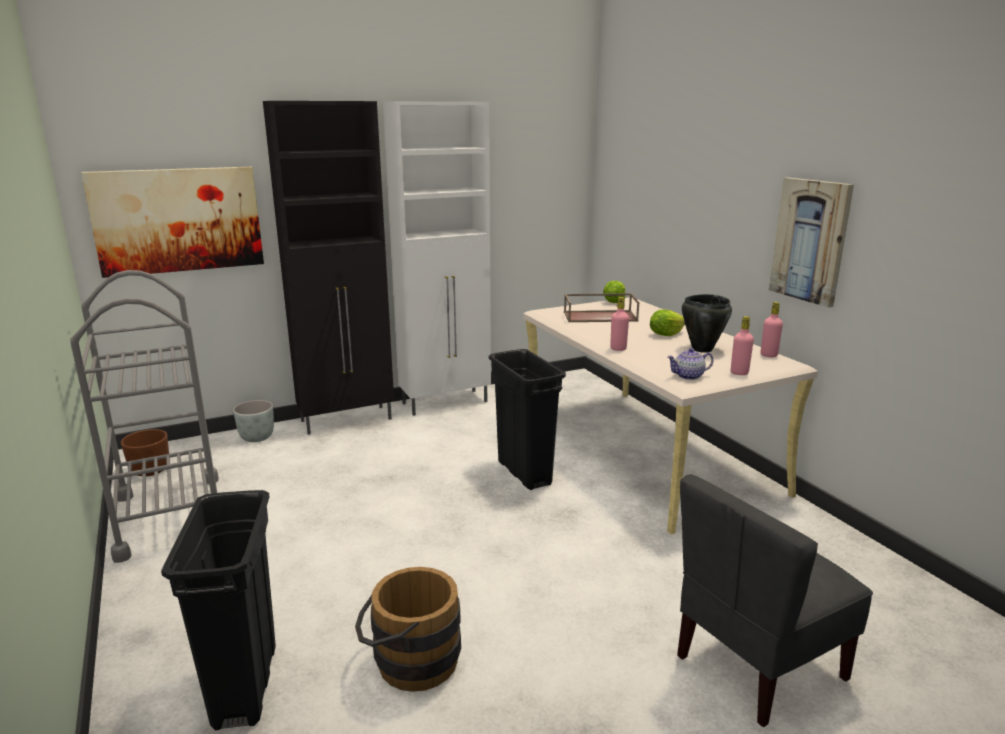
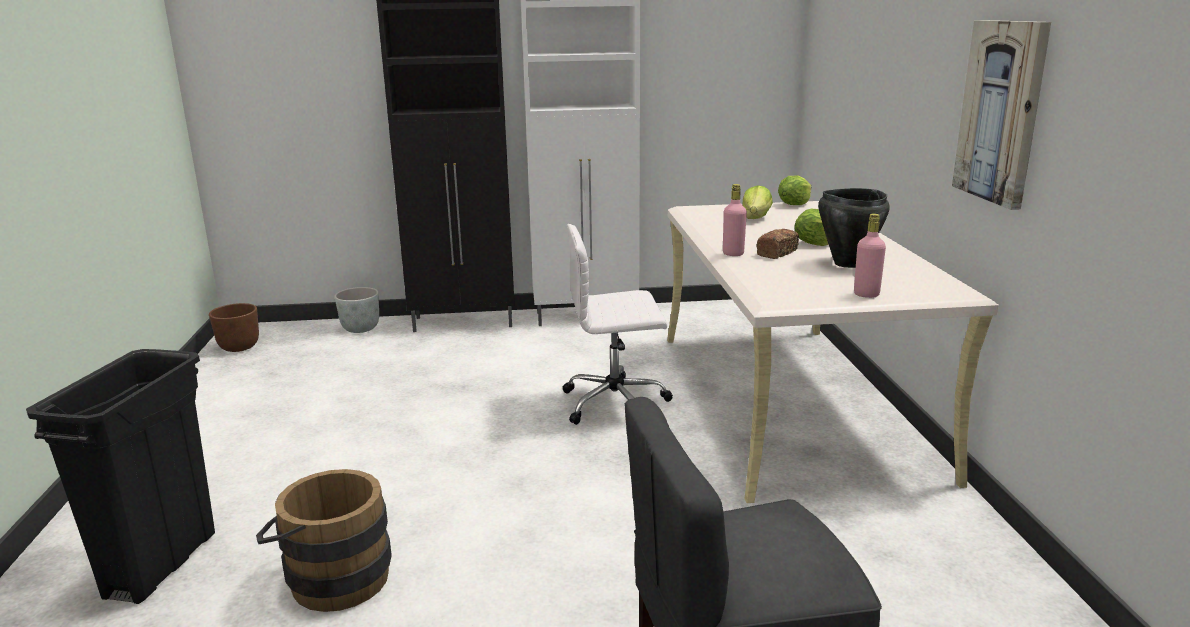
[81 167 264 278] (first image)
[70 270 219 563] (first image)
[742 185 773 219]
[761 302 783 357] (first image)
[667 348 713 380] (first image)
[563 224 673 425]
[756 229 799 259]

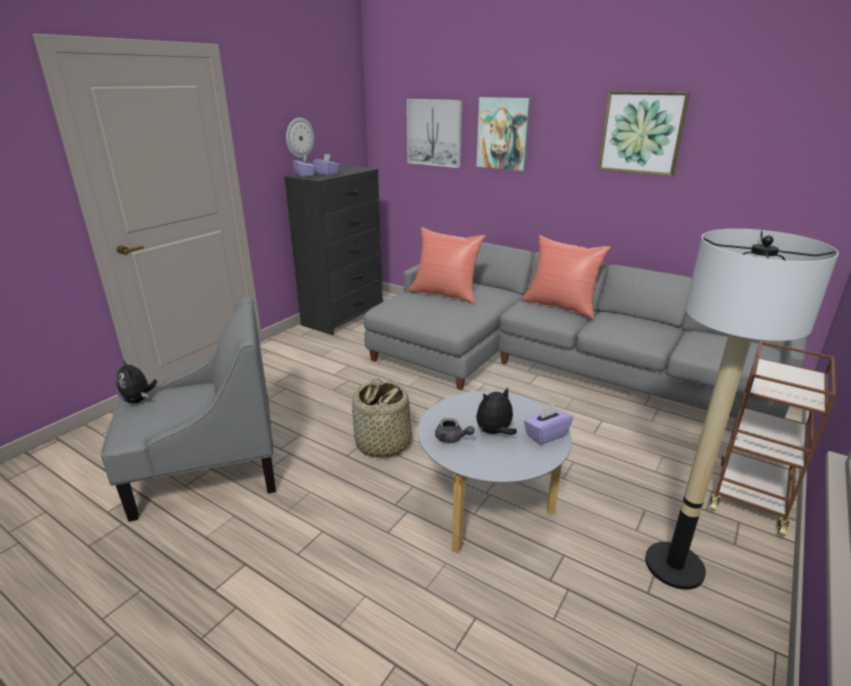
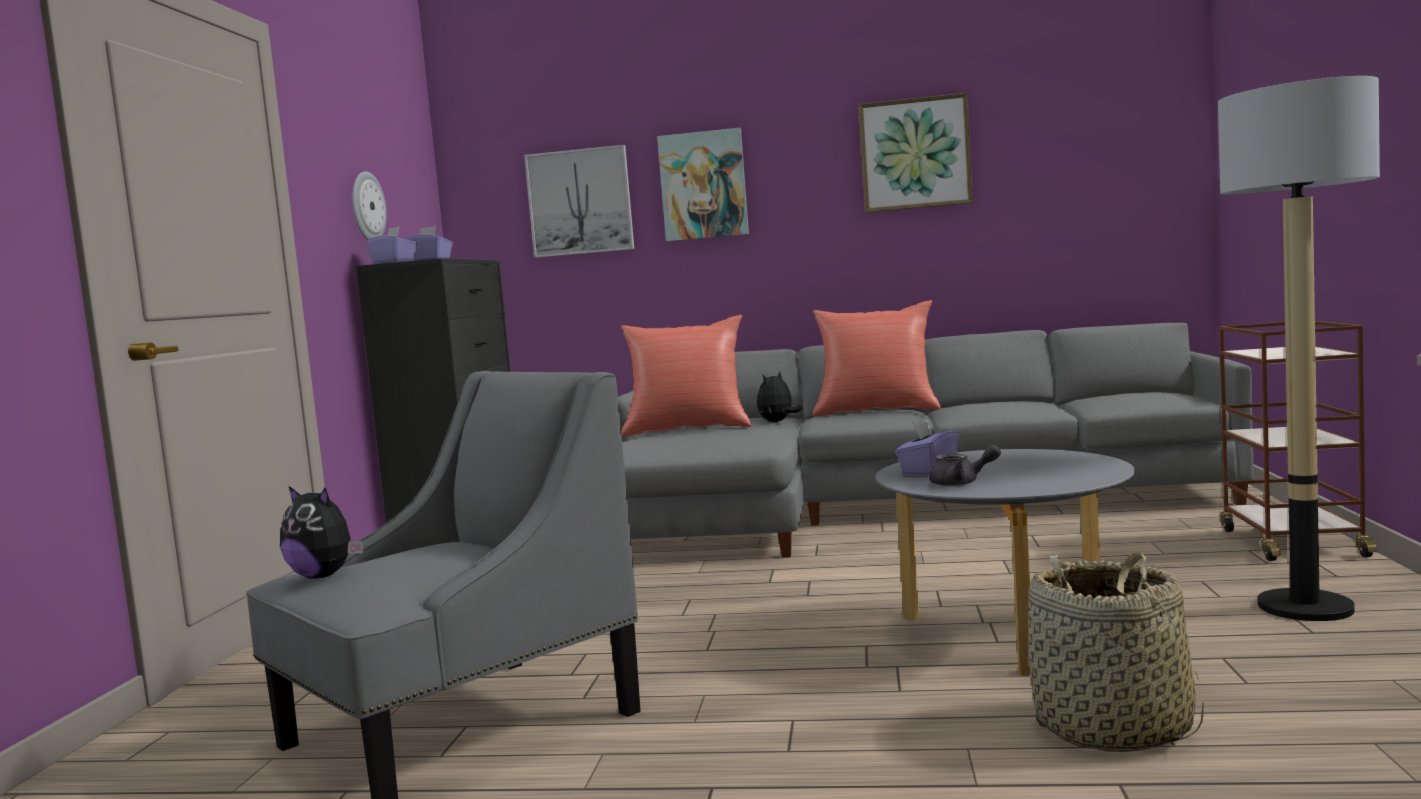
[1028 551 1204 752]
[757 371 803 422]
[895 418 958 476]

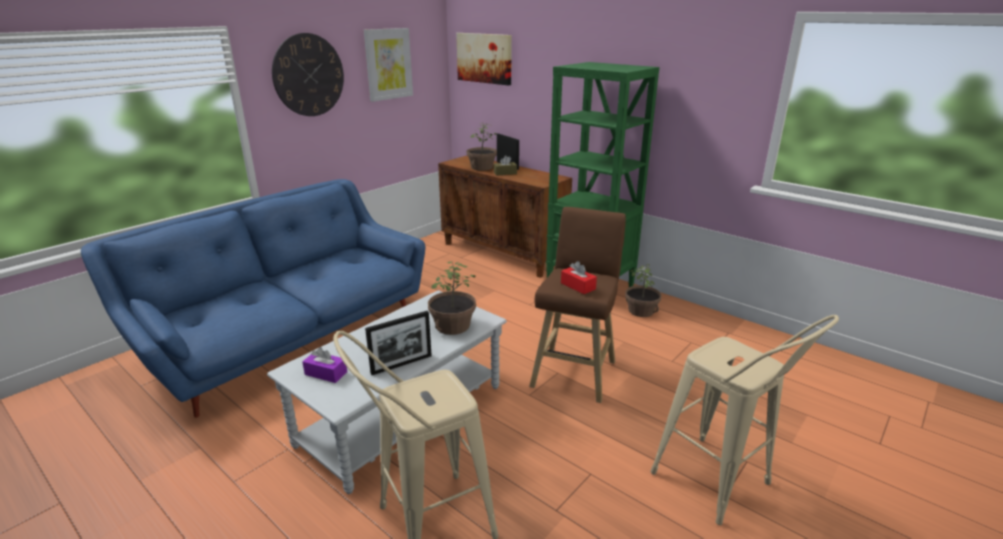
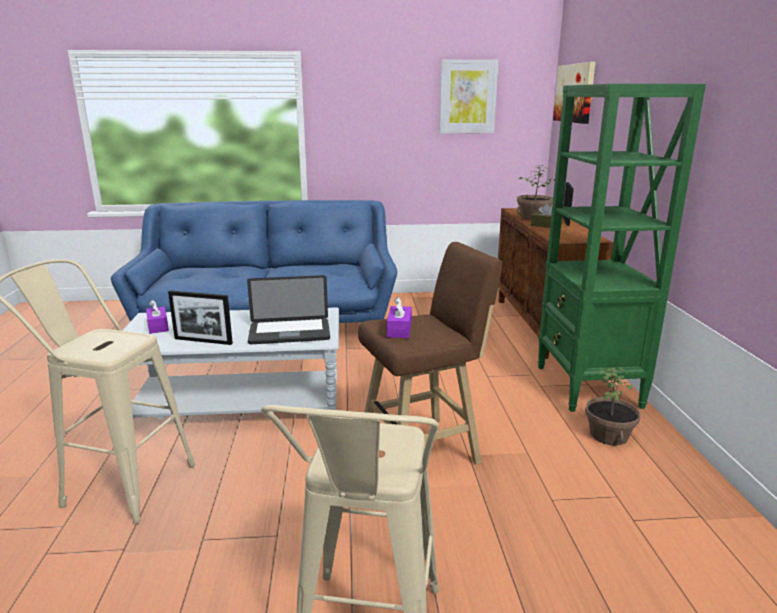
[272 33 344 116] (first image)
[247 275 330 344]
[387 297 412 338]

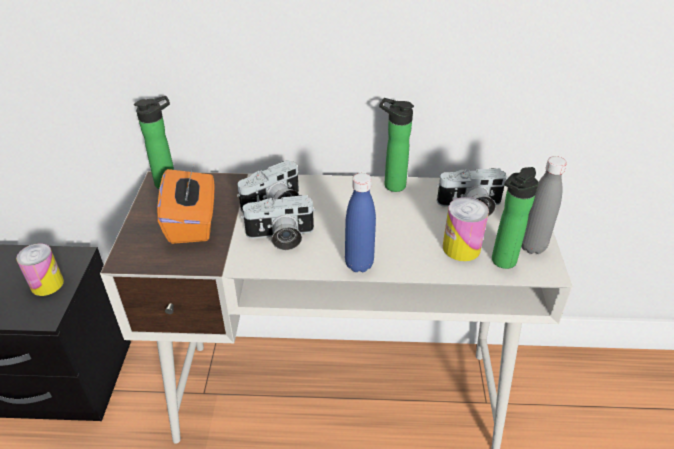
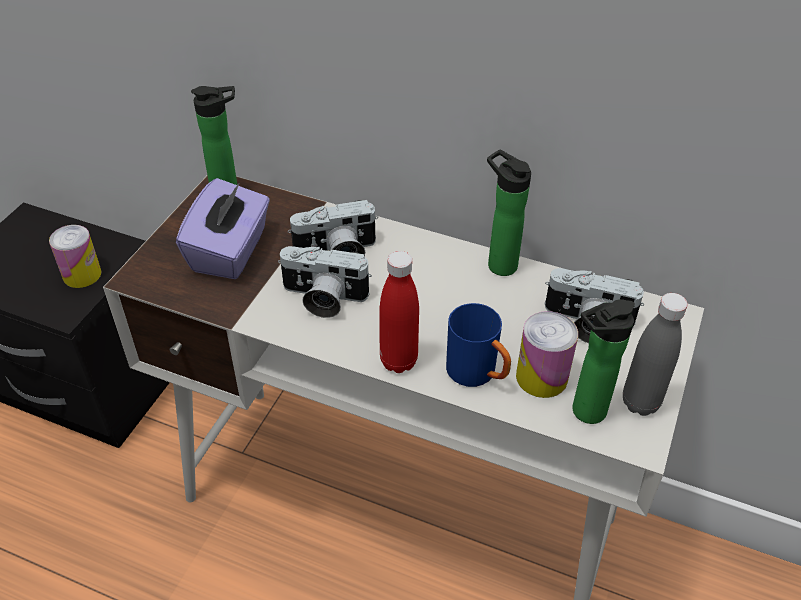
[176 178 270 279]
[379 251 419 373]
[446 303 511 387]

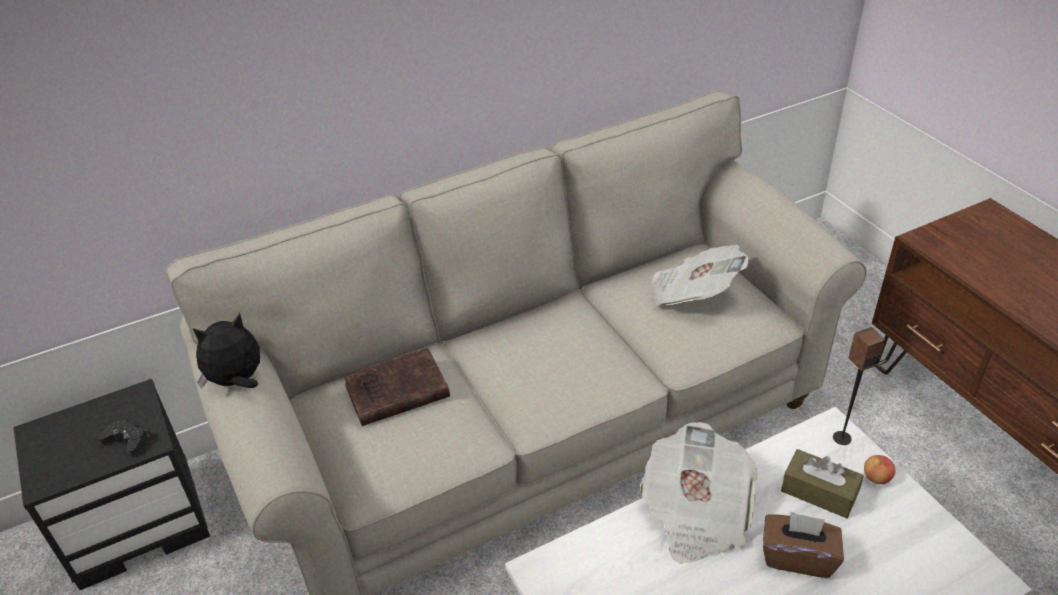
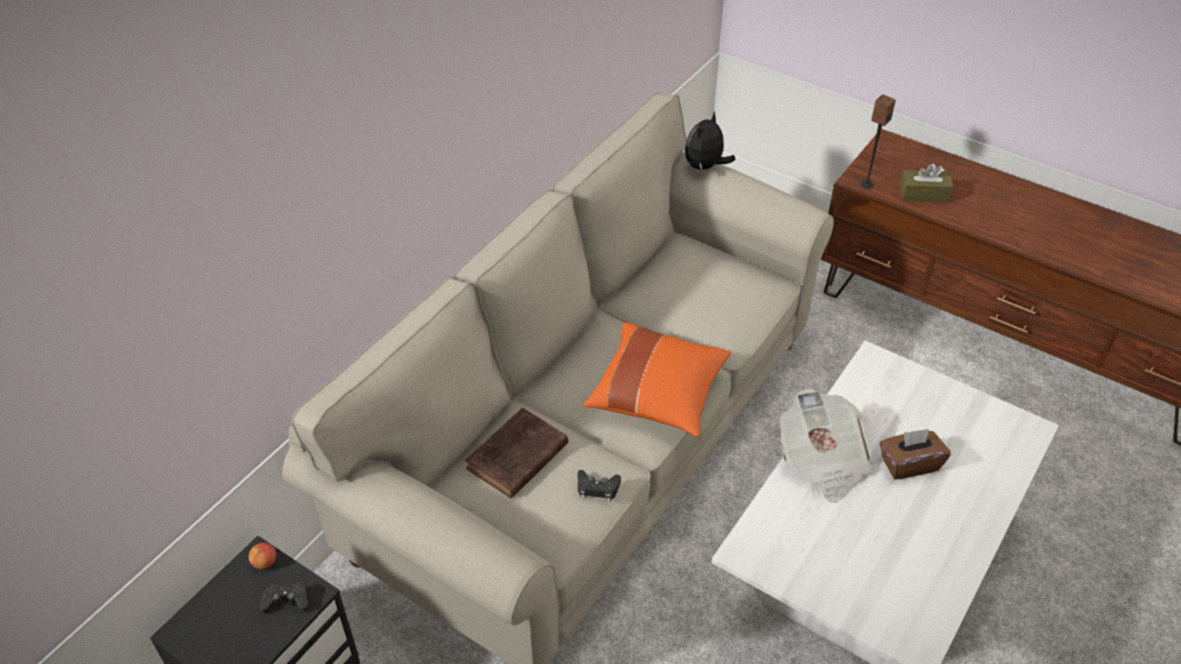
[652 245 749 306] (first image)
[685 111 736 172]
[860 94 896 189]
[899 163 954 203]
[249 543 276 569]
[583 322 731 437]
[578 470 621 502]

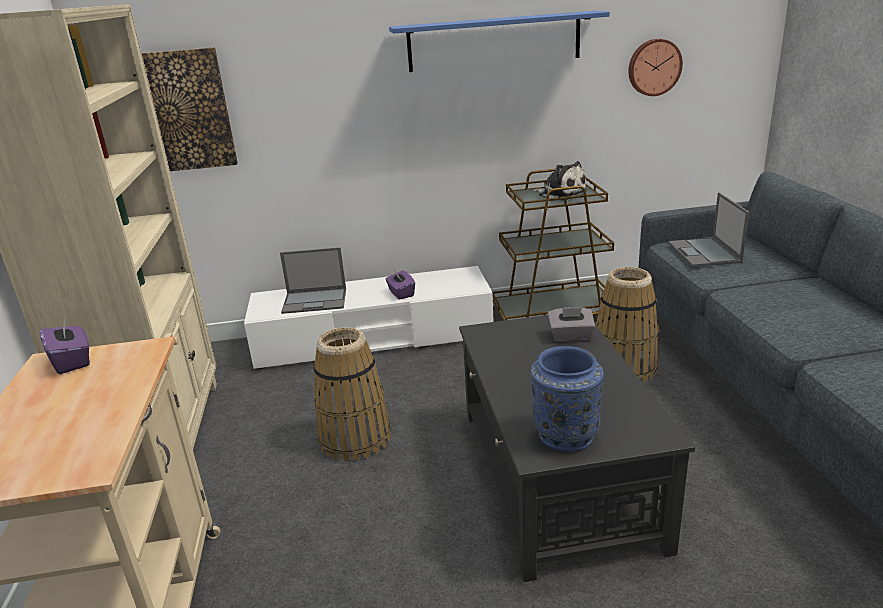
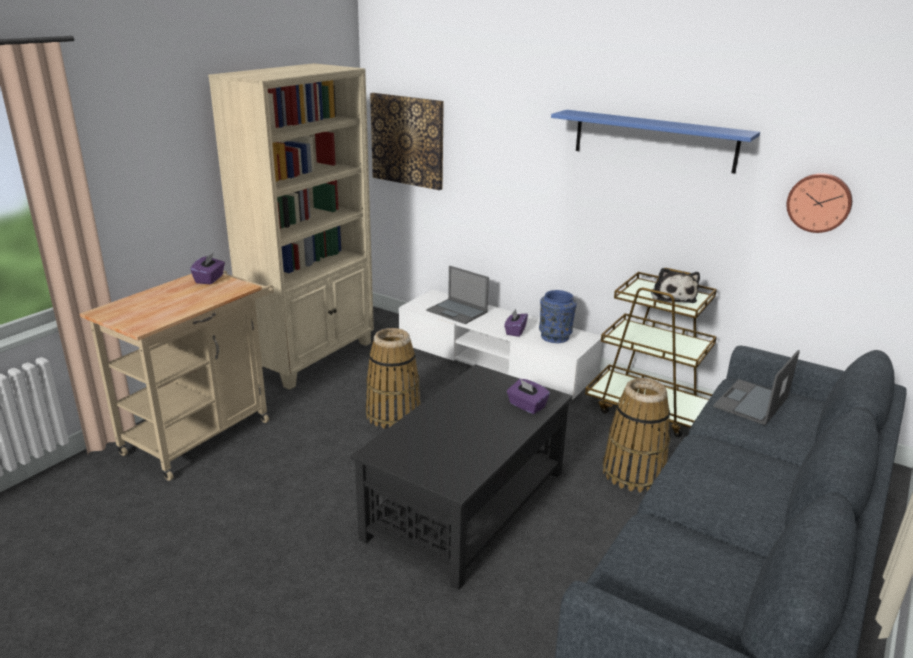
[507 379 550 414]
[539 290 577 343]

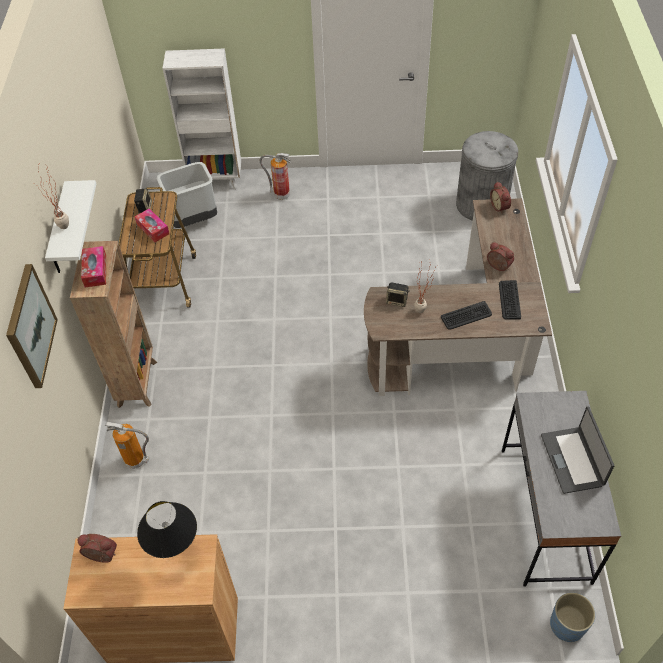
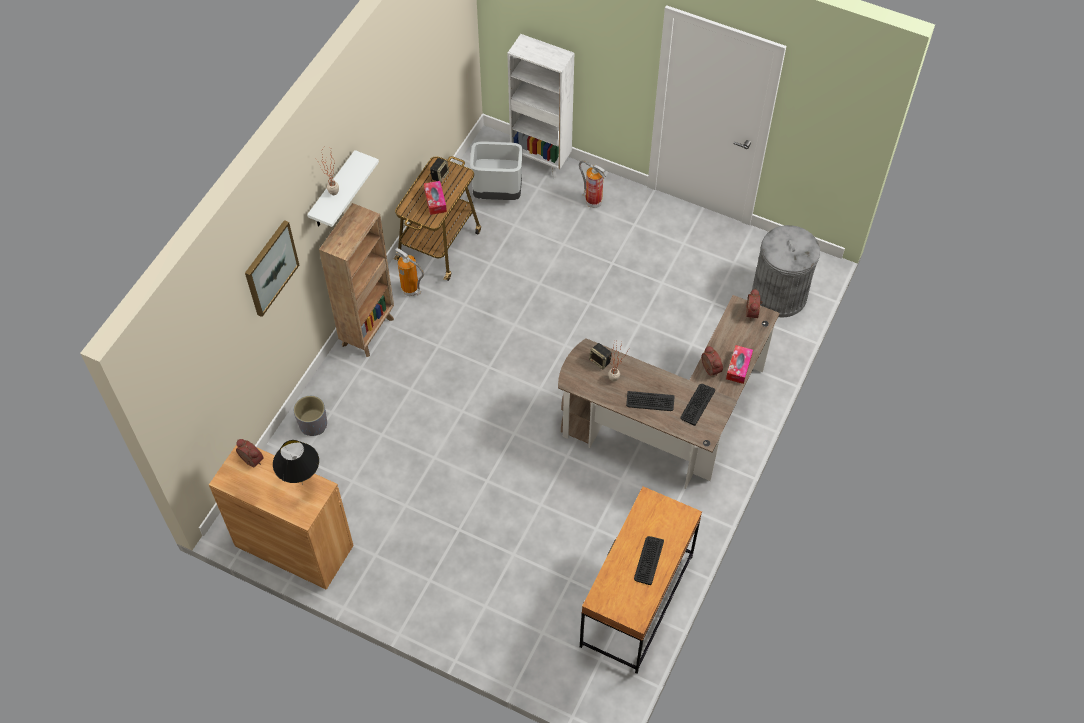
[726 345 753 384]
[580 486 702 674]
[634 536 664 585]
[395 248 424 296]
[550 592 595 642] (first image)
[294 396 327 436]

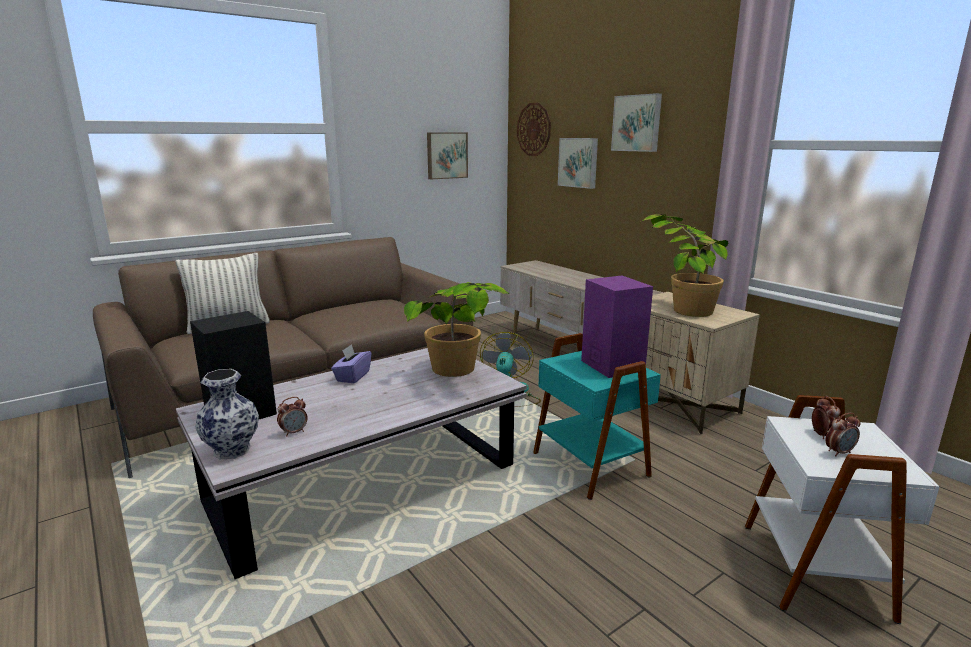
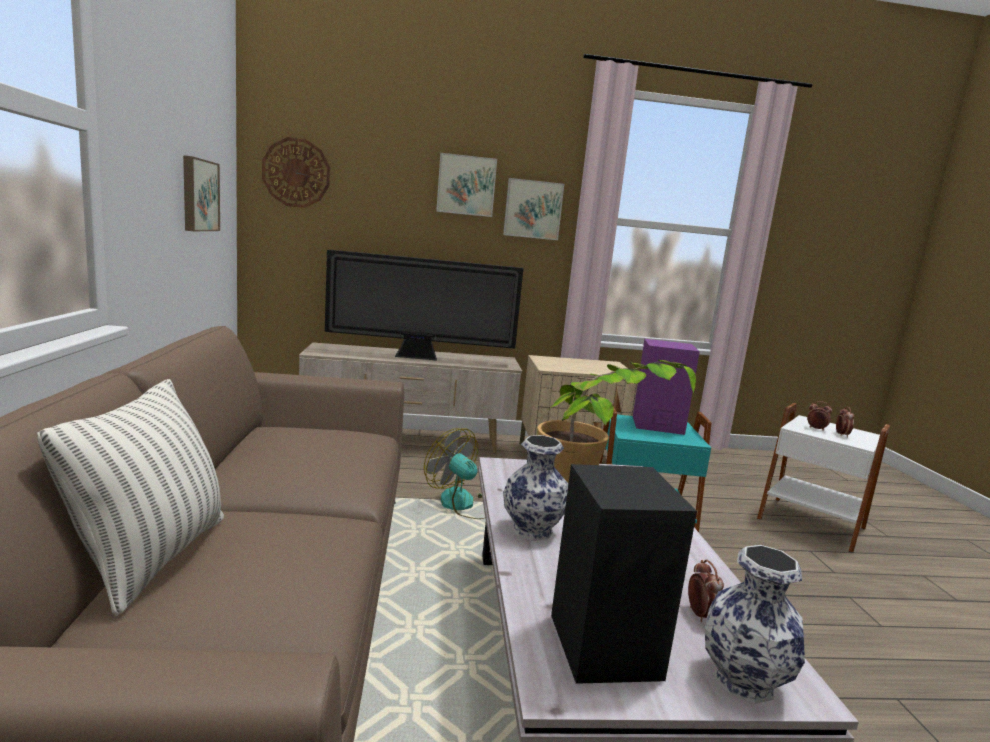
[503 178 564 240]
[643 214 728 317] (first image)
[503 435 568 541]
[325 250 524 361]

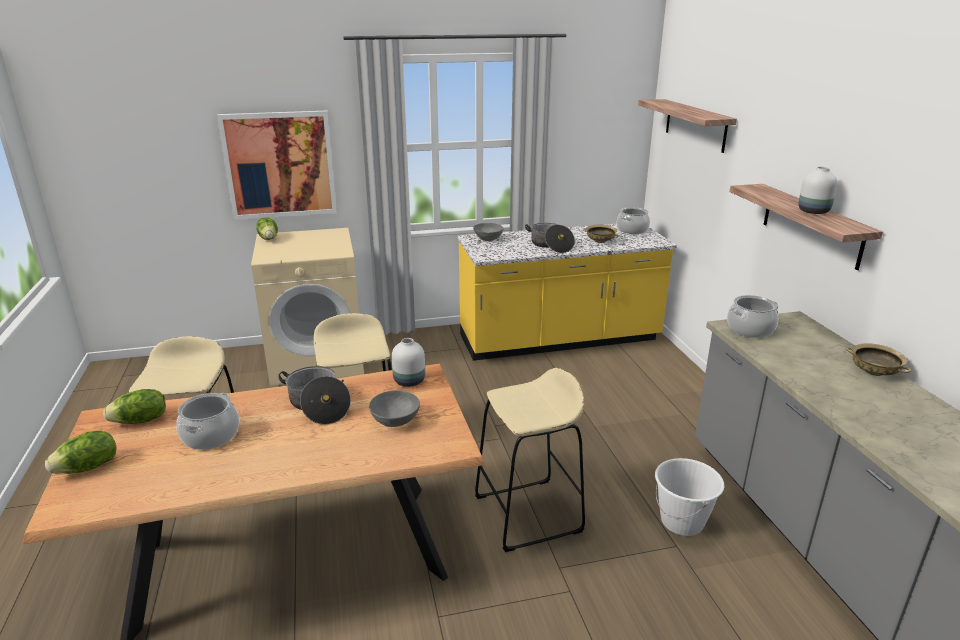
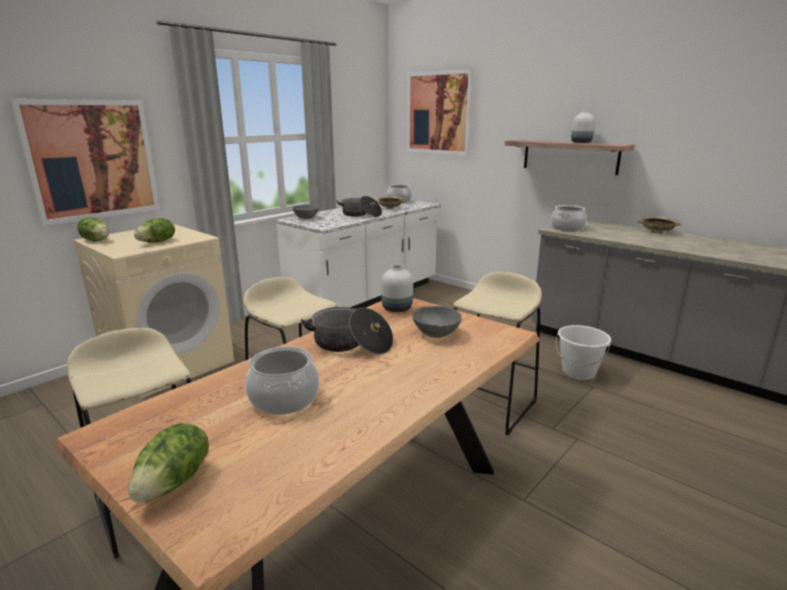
[407 69 474 156]
[276 200 441 321]
[134 218 175 243]

